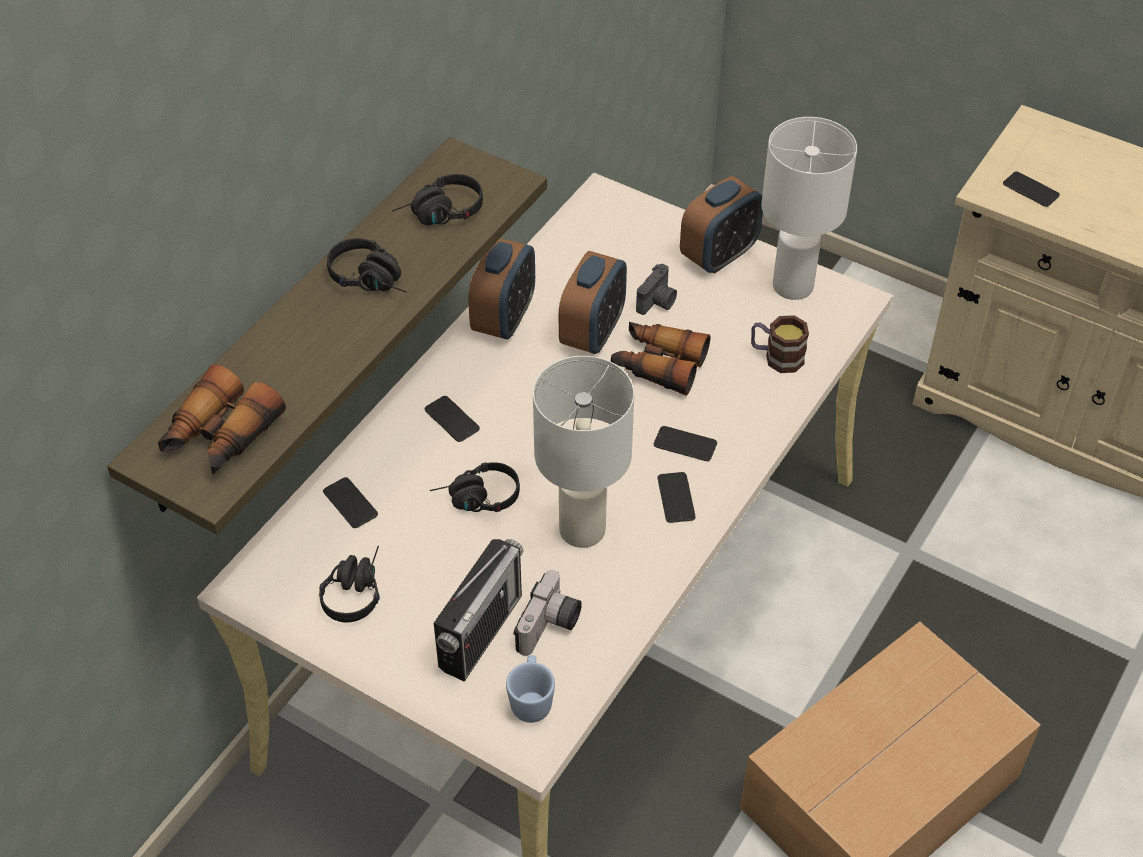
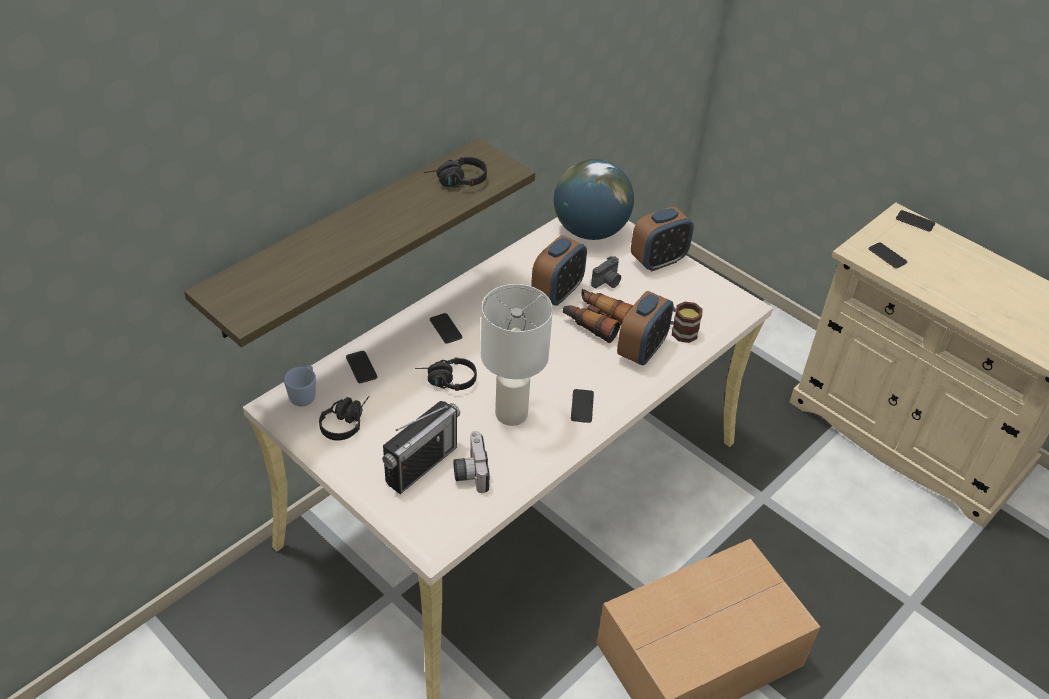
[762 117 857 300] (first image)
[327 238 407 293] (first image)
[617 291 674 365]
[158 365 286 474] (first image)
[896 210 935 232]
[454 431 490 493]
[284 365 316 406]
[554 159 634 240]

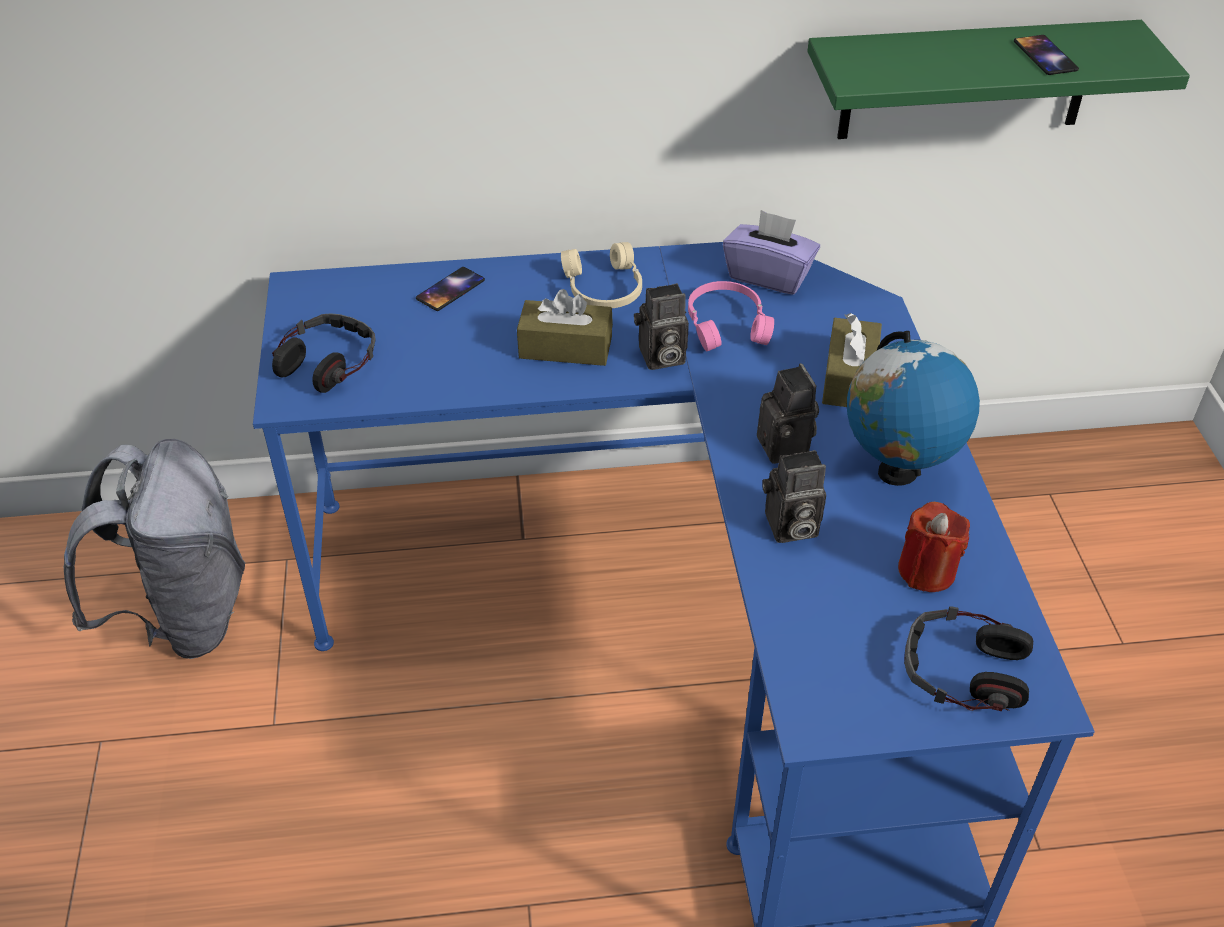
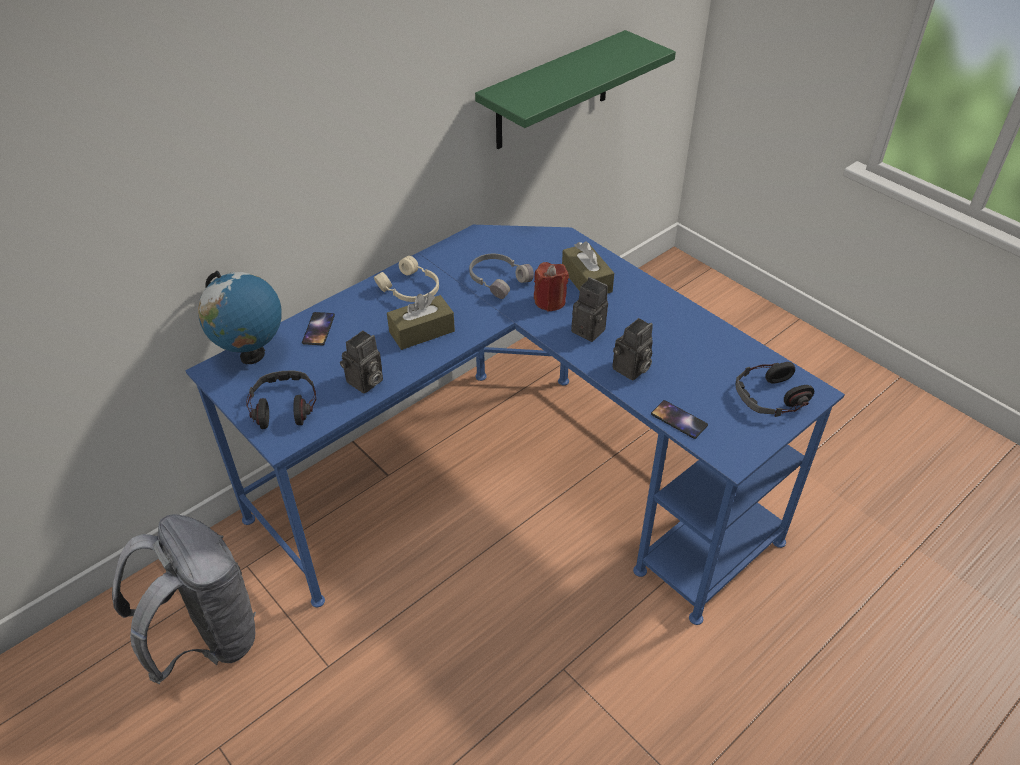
[651 400 708 439]
[723 210 820 295] (first image)
[469 254 534 299]
[340 330 383 393]
[198 271 282 364]
[534 262 569 312]

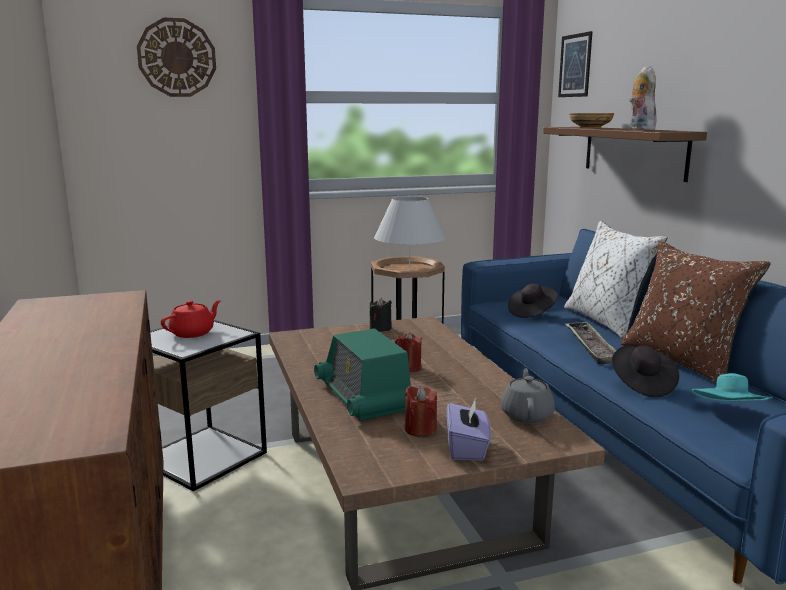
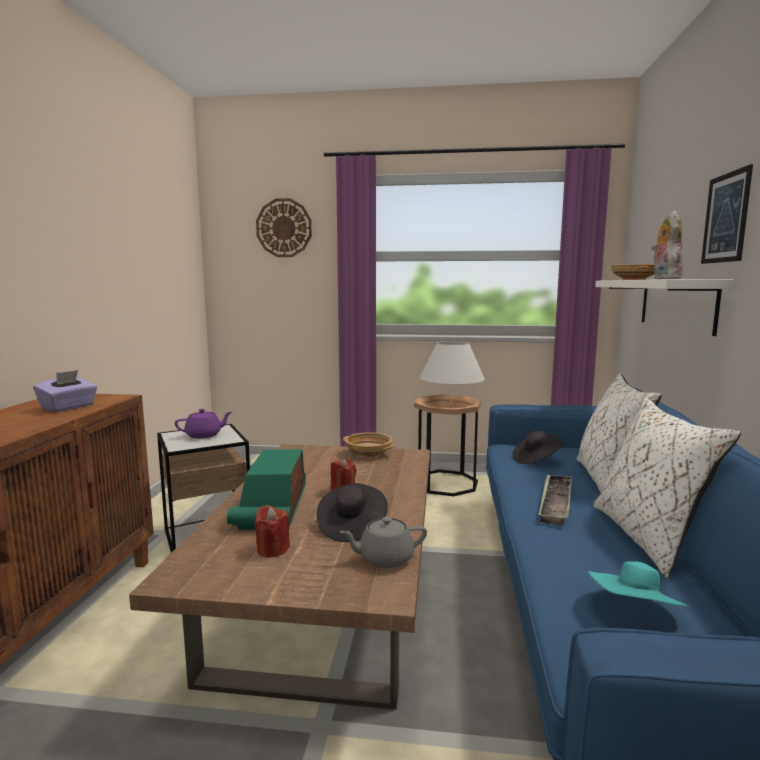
[701 164 753 264]
[595 279 734 336]
[594 397 741 578]
[343 432 395 458]
[175 409 232 439]
[317 483 388 542]
[340 517 427 568]
[33 370 97 412]

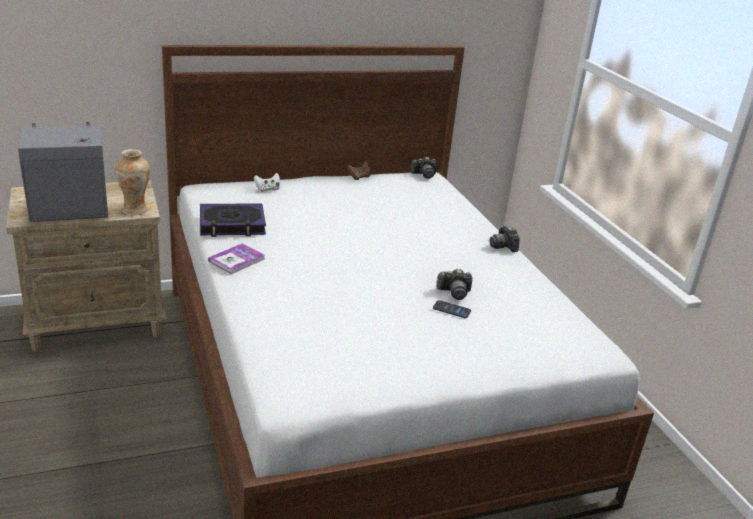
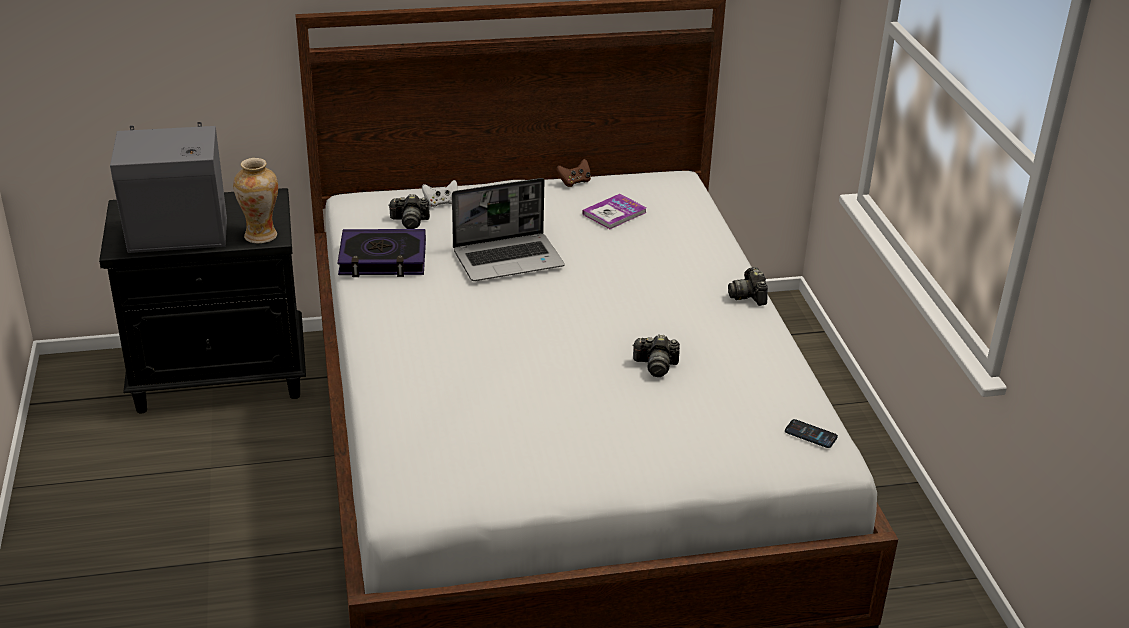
[388 194 430 229]
[99 188 306 413]
[582 194 647 229]
[785 419 838 448]
[452 178 565 281]

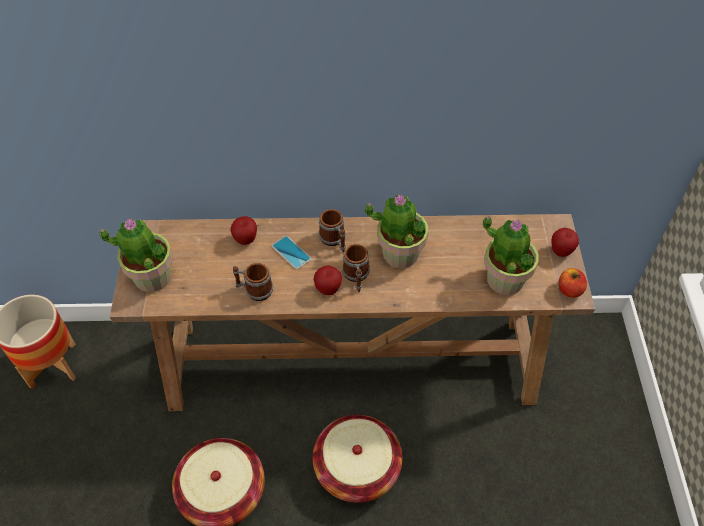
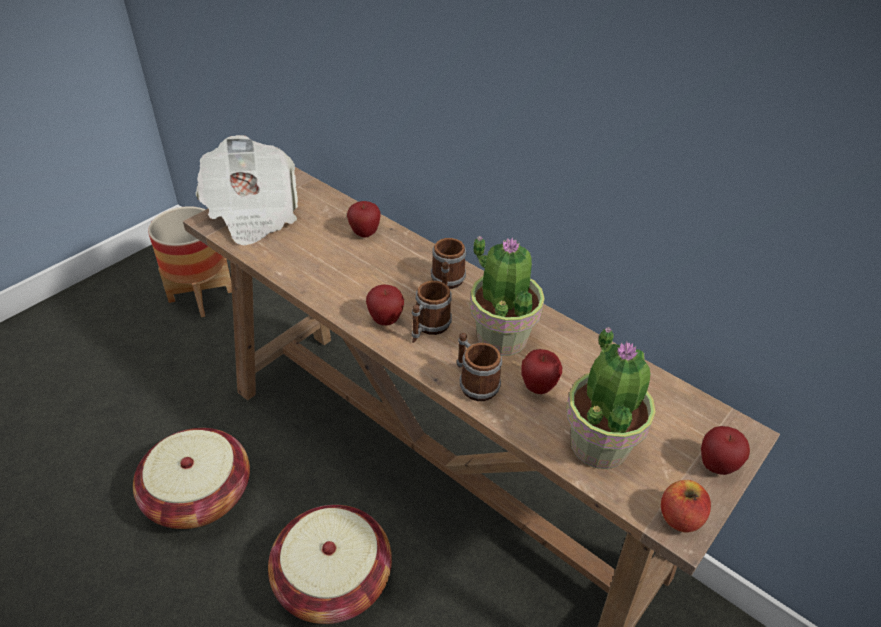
[195 135 298 246]
[272 236 311 269] (first image)
[457 332 502 401]
[521 349 562 394]

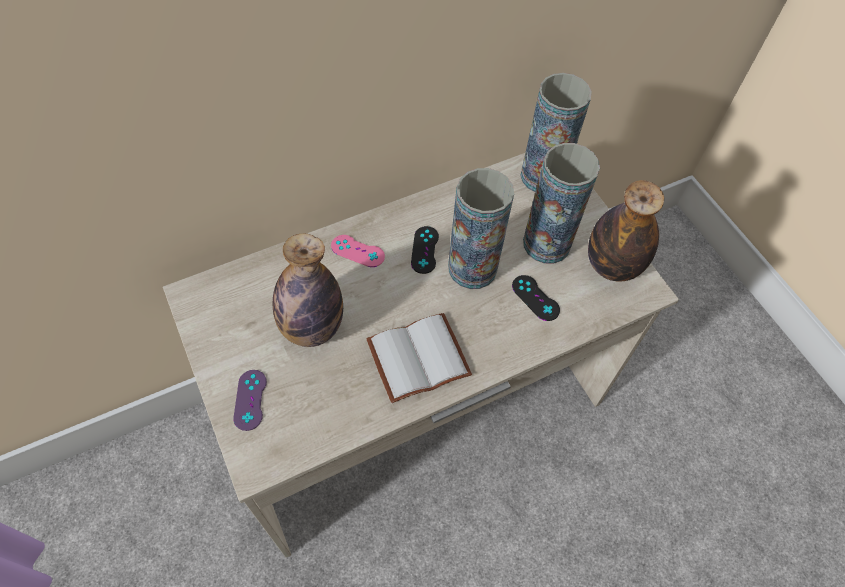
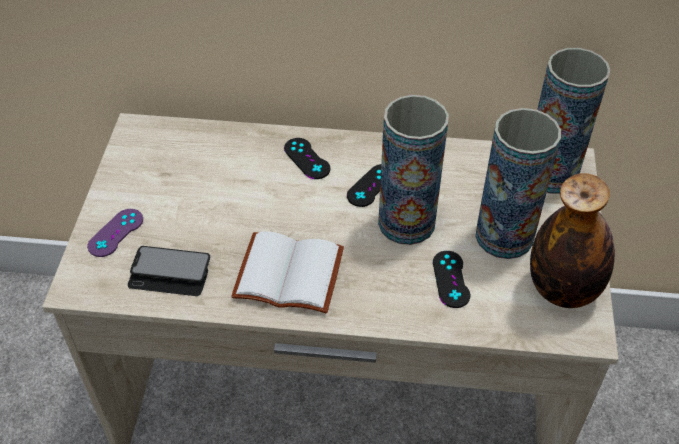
[273 234 343 347] (first image)
[284 138 330 179]
[128 246 210 296]

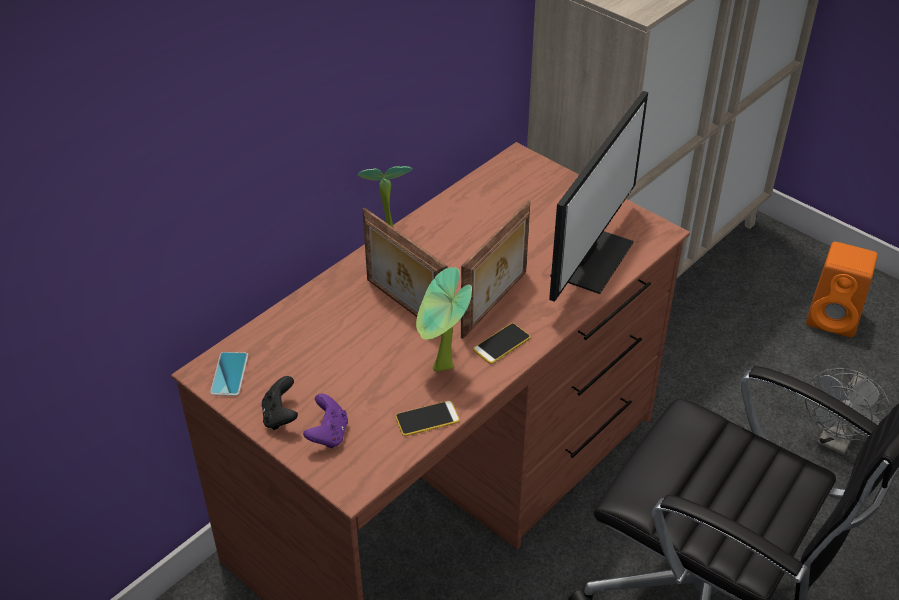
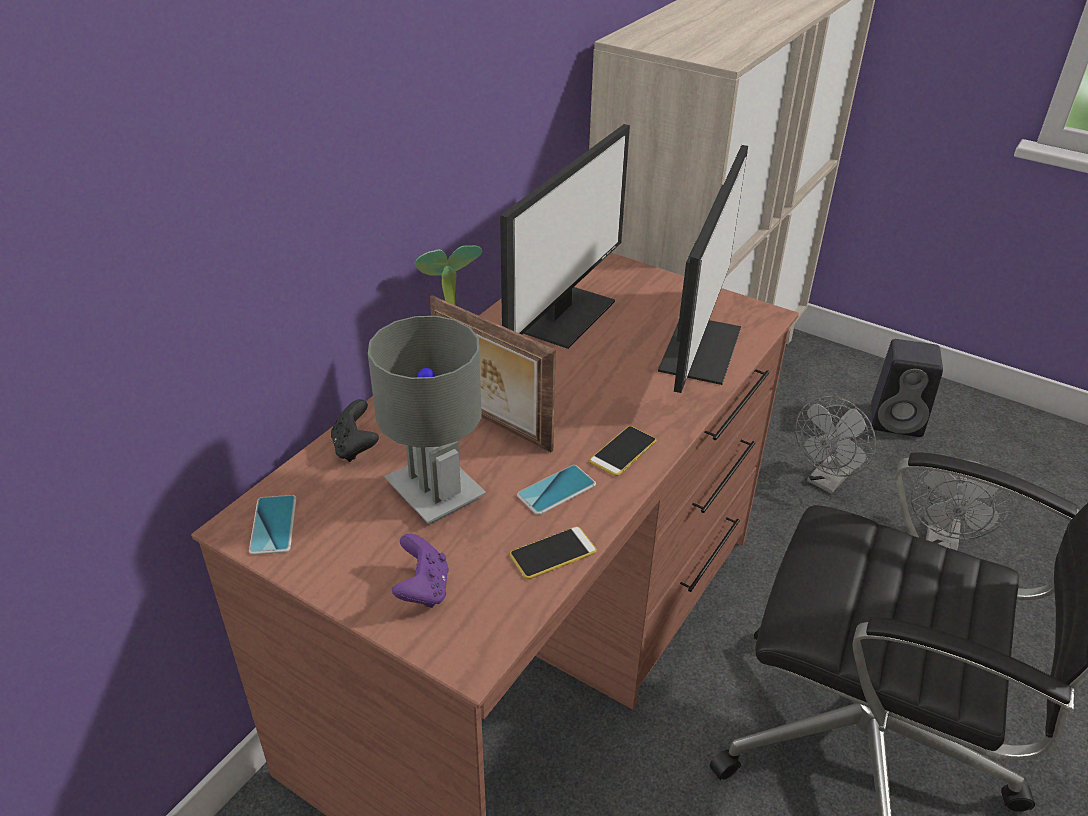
[461 200 530 339] (first image)
[871 339 943 437]
[517 465 596 515]
[331 399 379 462]
[500 124 630 349]
[368 316 486 525]
[795 396 876 494]

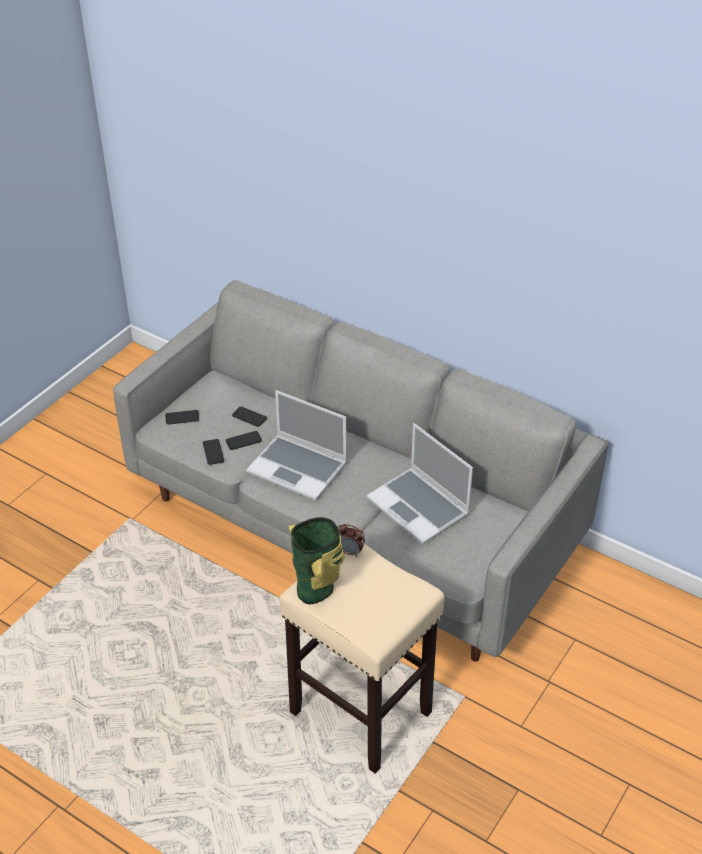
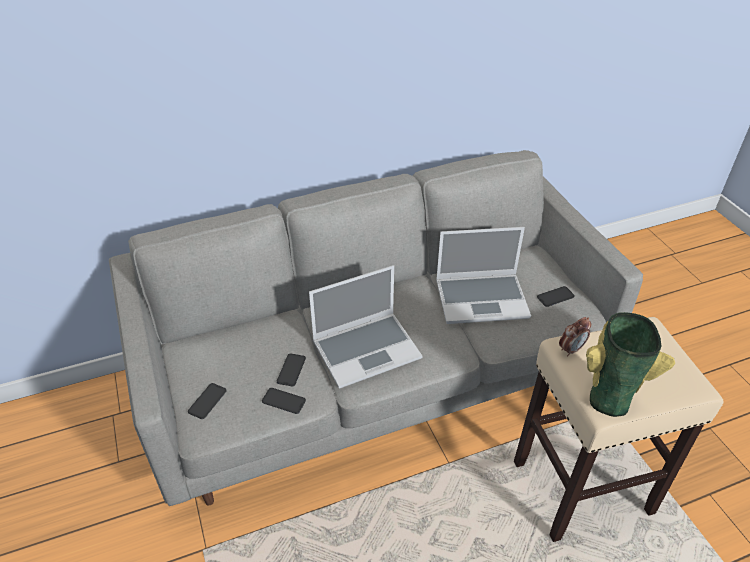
[537 286 575 307]

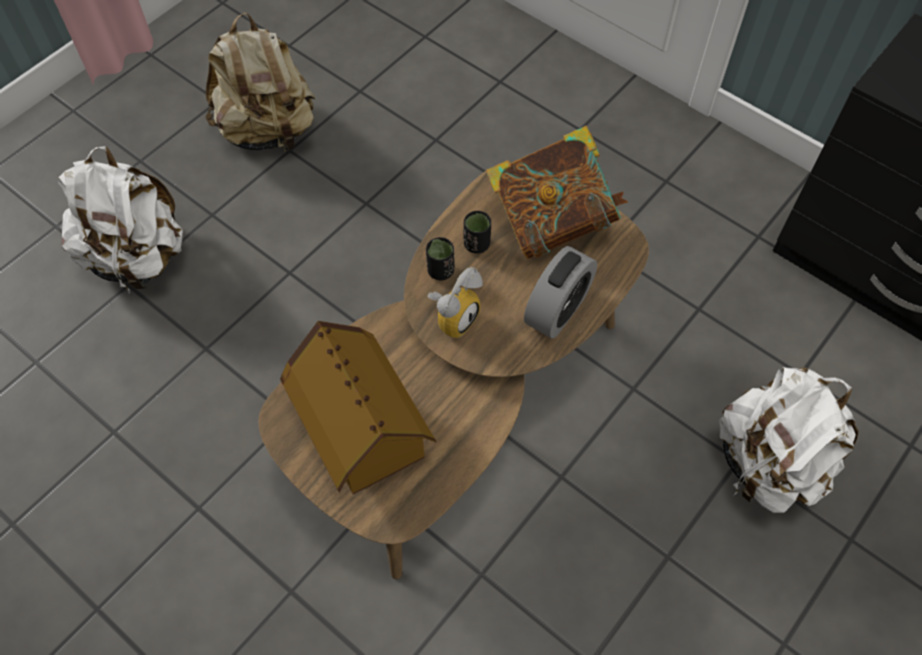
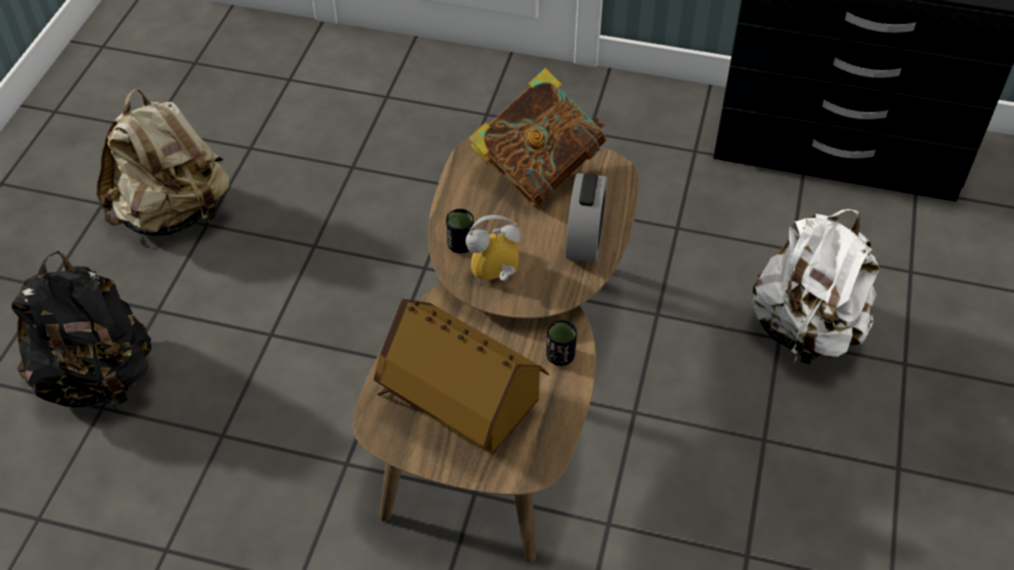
[12 251 151 409]
[546 320 577 366]
[466 215 521 284]

